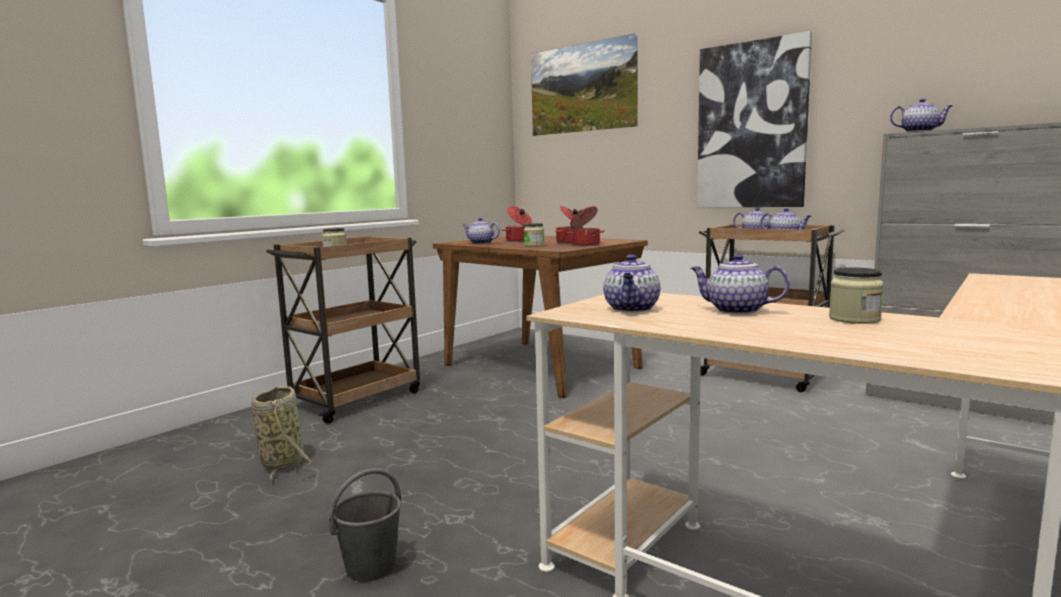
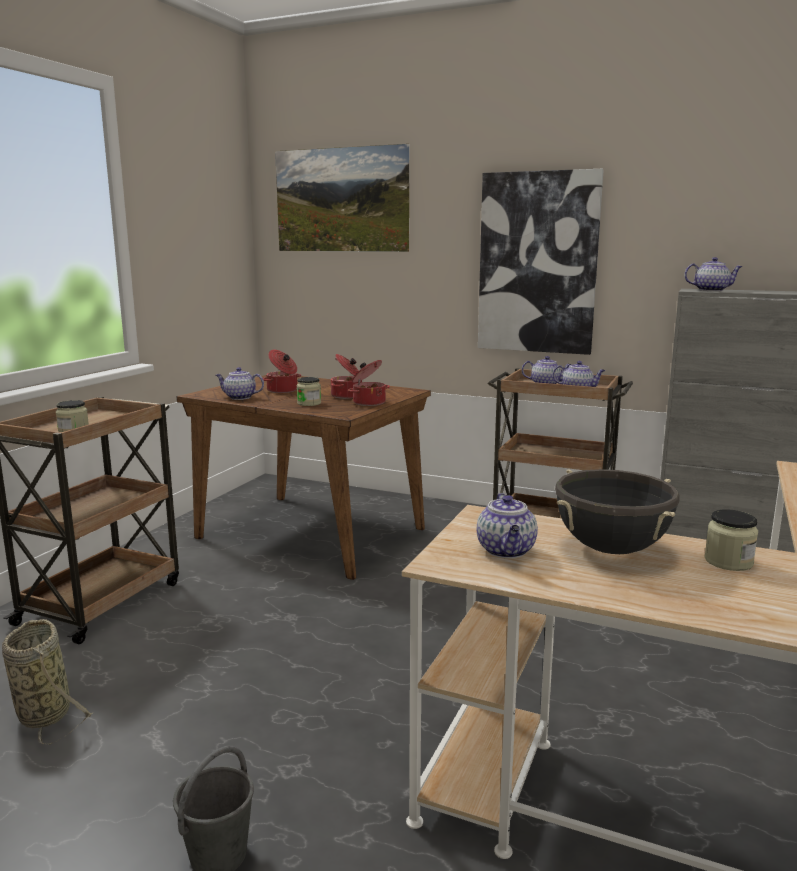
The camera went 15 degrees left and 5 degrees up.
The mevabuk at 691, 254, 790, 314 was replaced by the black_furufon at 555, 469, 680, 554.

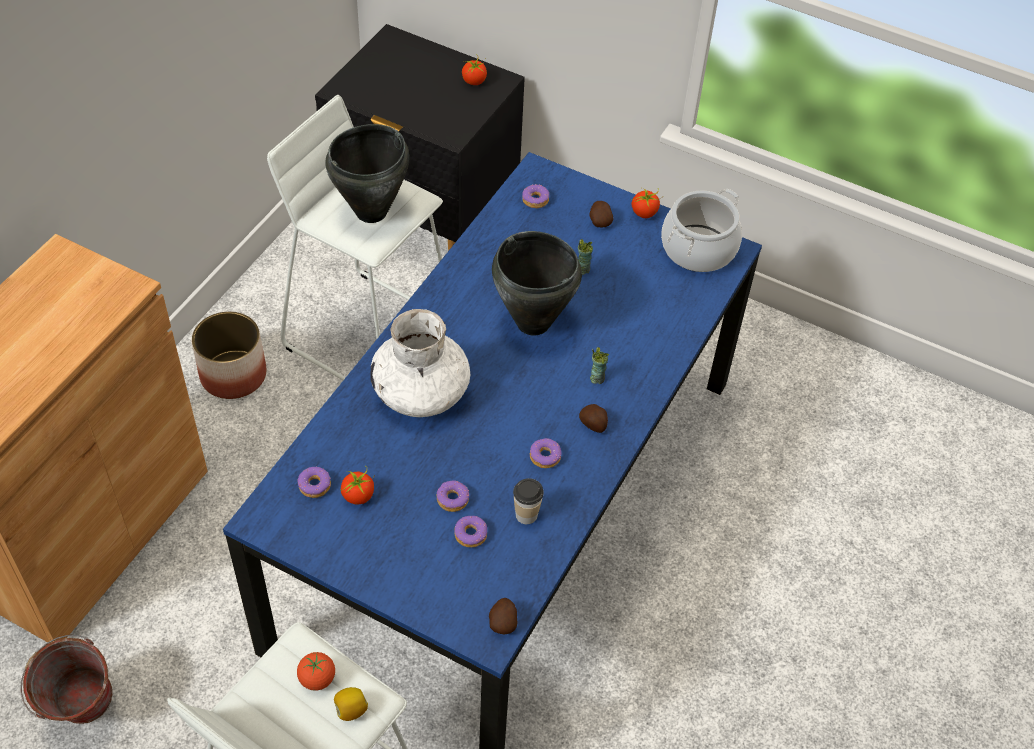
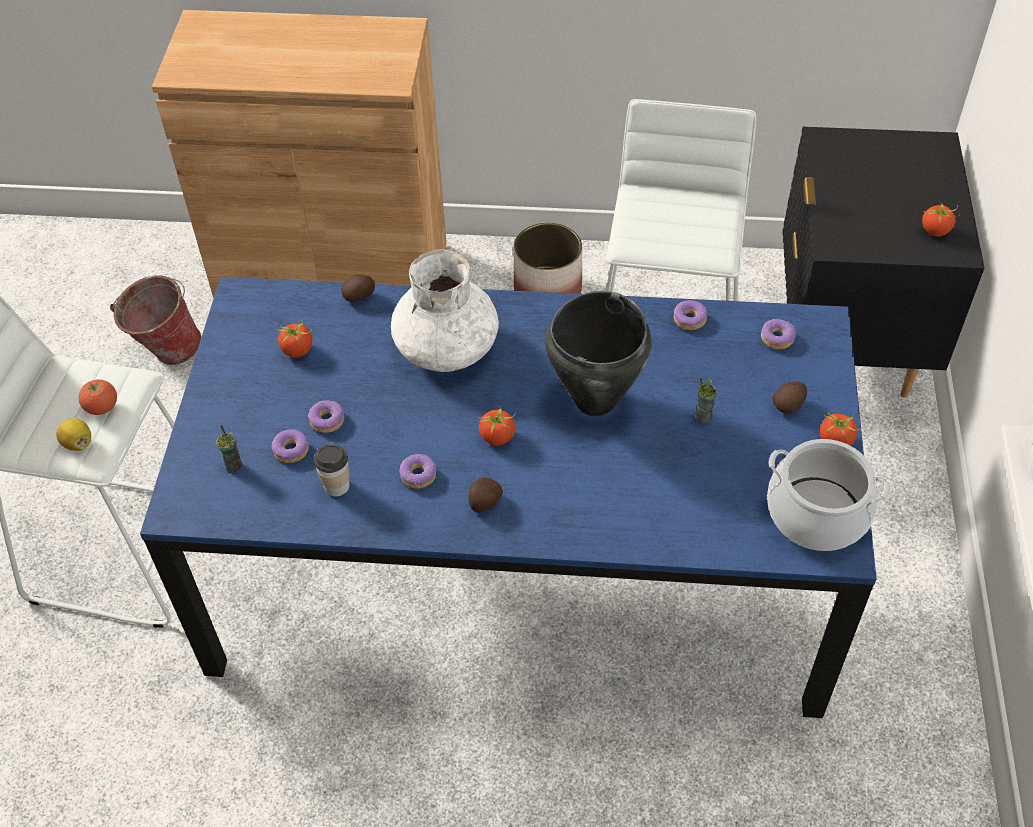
The camera went 70 degrees right and 0 degrees up.
The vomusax moved from 298, 467, 331, 498 to 674, 300, 707, 330.
The black_furufon at 325, 124, 410, 223 disappeared.
The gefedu moved from 489, 598, 517, 634 to 341, 274, 375, 302.
The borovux moved from 590, 347, 609, 384 to 215, 425, 242, 473.
The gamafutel at 478, 407, 516, 446 appeared.

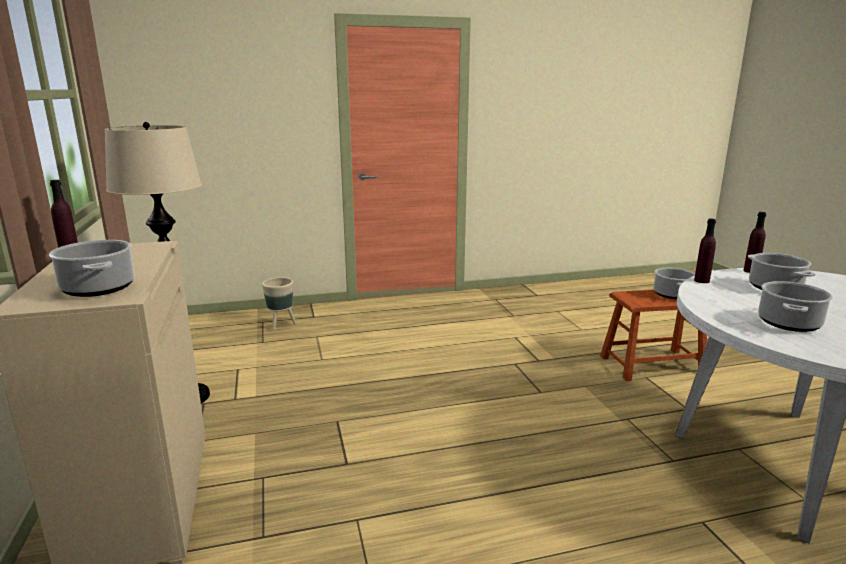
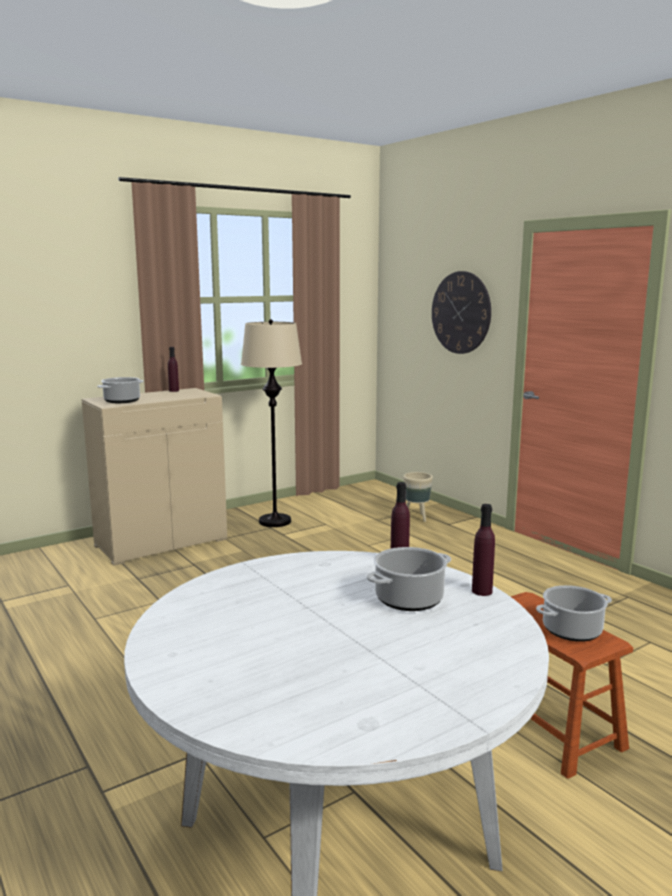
The camera went 70 degrees right and 5 degrees down.
The furufon at 758, 281, 833, 332 disappeared.
The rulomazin at 432, 271, 491, 354 appeared.

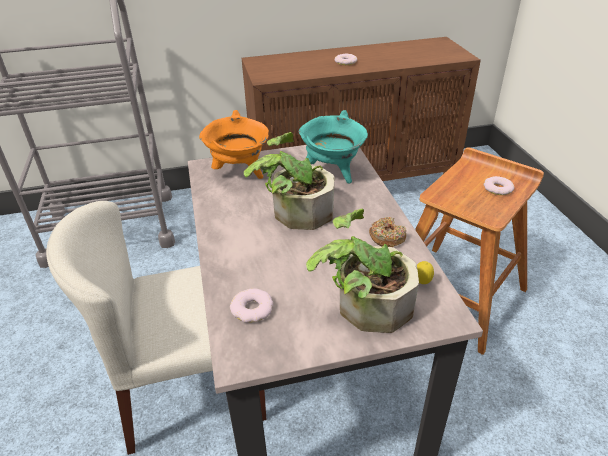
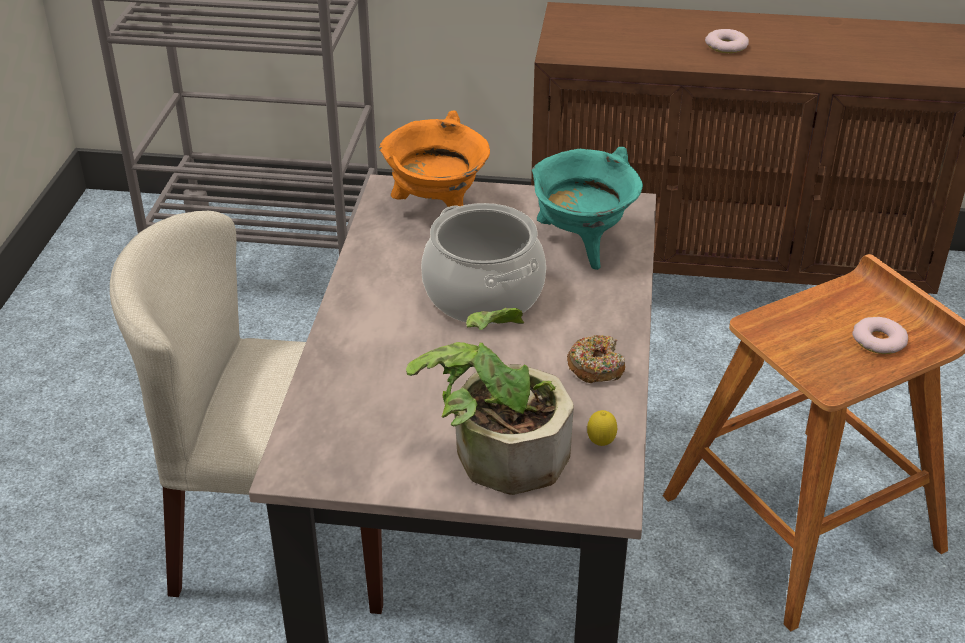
The camera went 20 degrees right and 0 degrees up.
The vomusax at 230, 288, 273, 323 disappeared.
The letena at 244, 132, 334, 230 was replaced by the furufon at 421, 203, 546, 324.

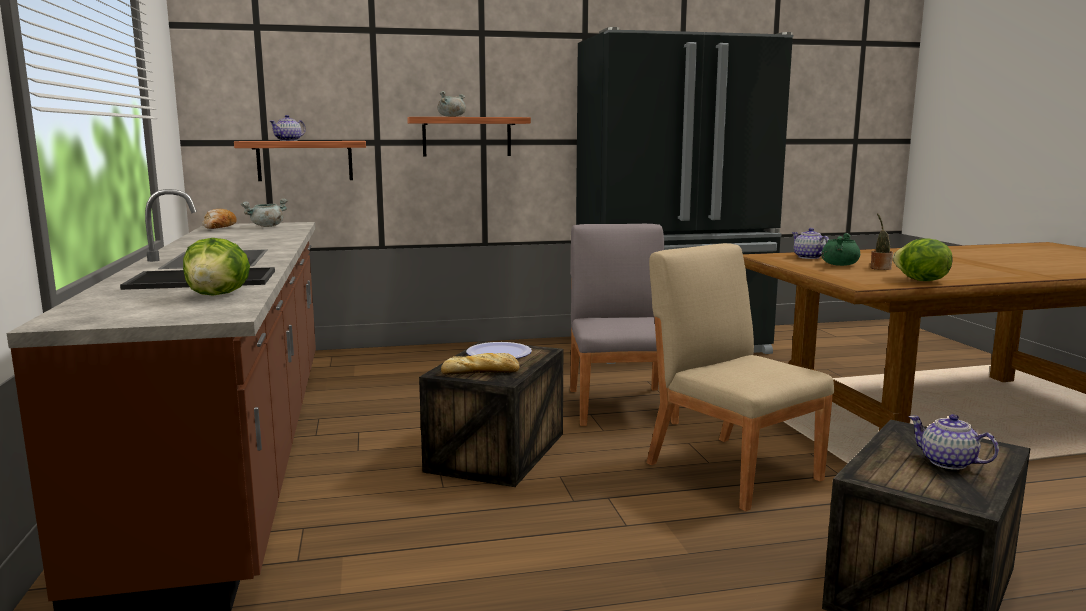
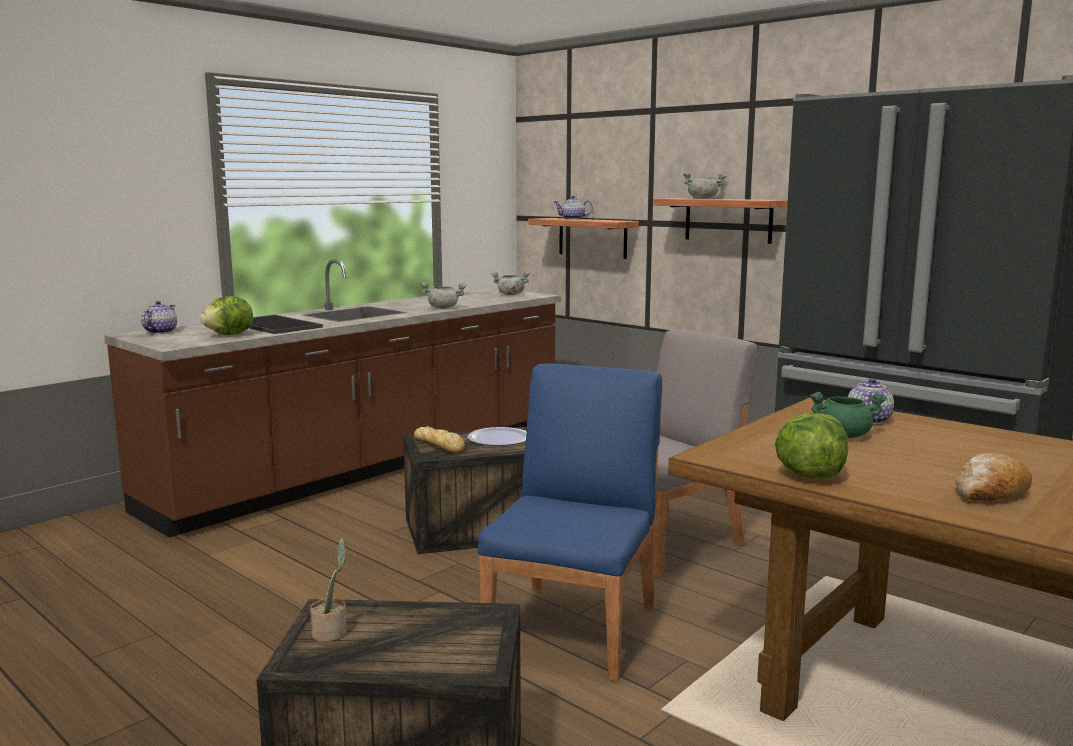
The camera went 55 degrees right and 0 degrees up.
The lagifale moved from 202, 209, 237, 229 to 955, 453, 1032, 501.
The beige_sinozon at 646, 243, 834, 511 became the blue_sinozon at 478, 363, 662, 681.
The letena moved from 871, 213, 893, 270 to 310, 537, 346, 642.
The mevabuk moved from 908, 414, 999, 470 to 141, 301, 177, 334.
The grey_furufon at 421, 282, 466, 309 appeared.

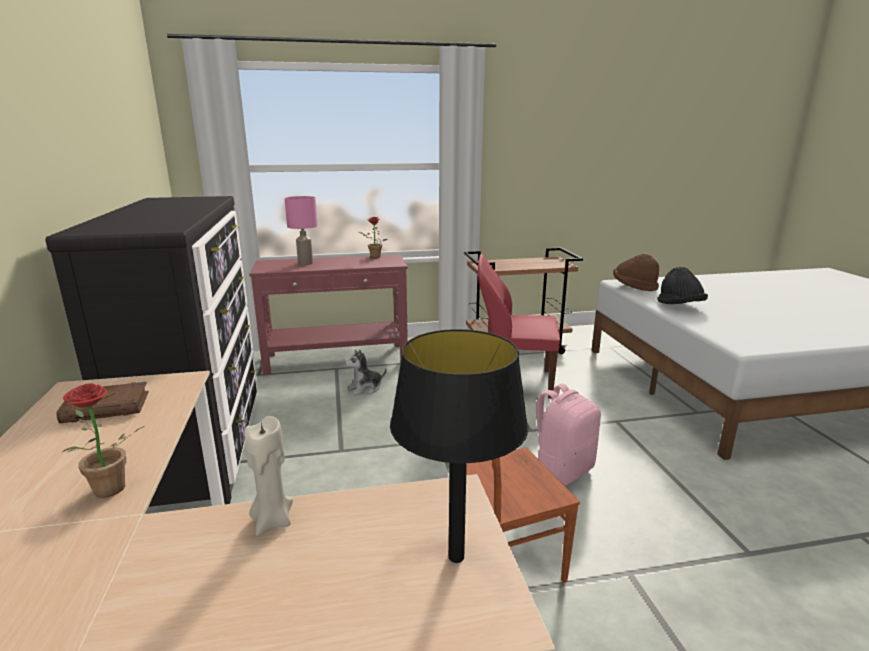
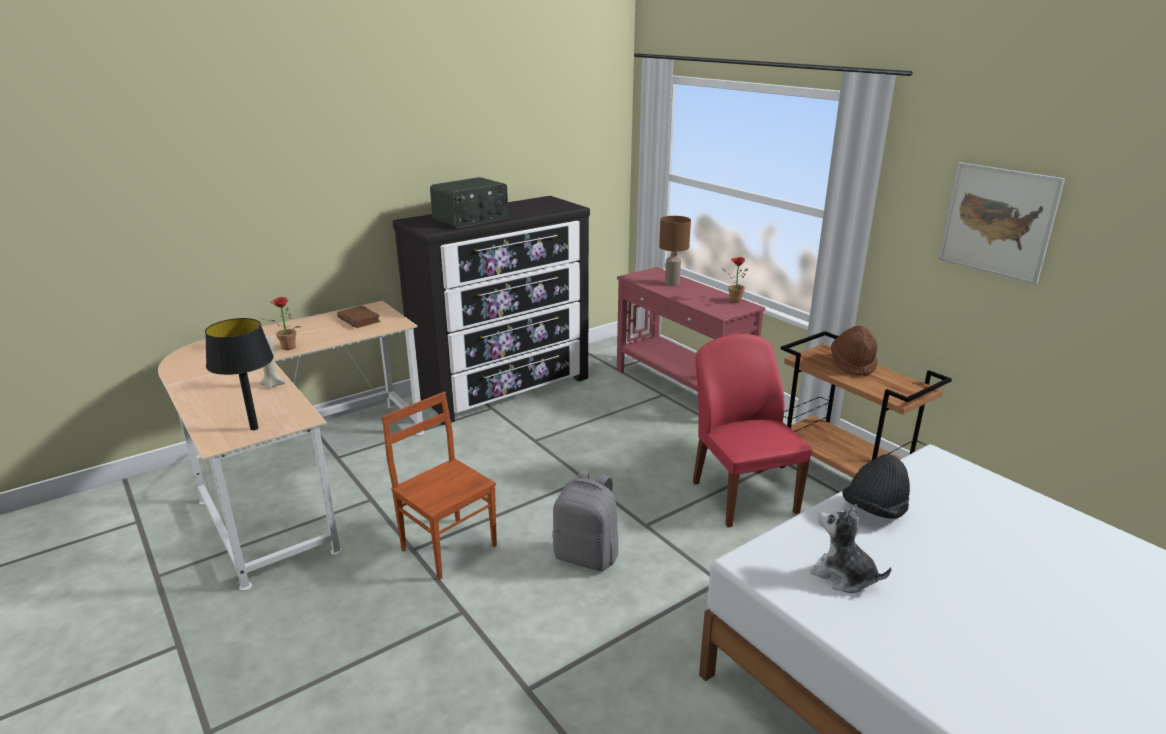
The camera went 65 degrees right and 5 degrees up.
The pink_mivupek at 285, 196, 318, 265 became the brown_mivupek at 659, 216, 691, 286.
The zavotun moved from 344, 349, 386, 395 to 810, 504, 891, 593.
The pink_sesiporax at 536, 384, 601, 486 became the grey_sesiporax at 552, 470, 619, 571.
The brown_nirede moved from 613, 254, 659, 292 to 831, 326, 878, 376.
The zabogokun at 430, 177, 508, 228 appeared.
The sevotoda at 938, 162, 1065, 285 appeared.

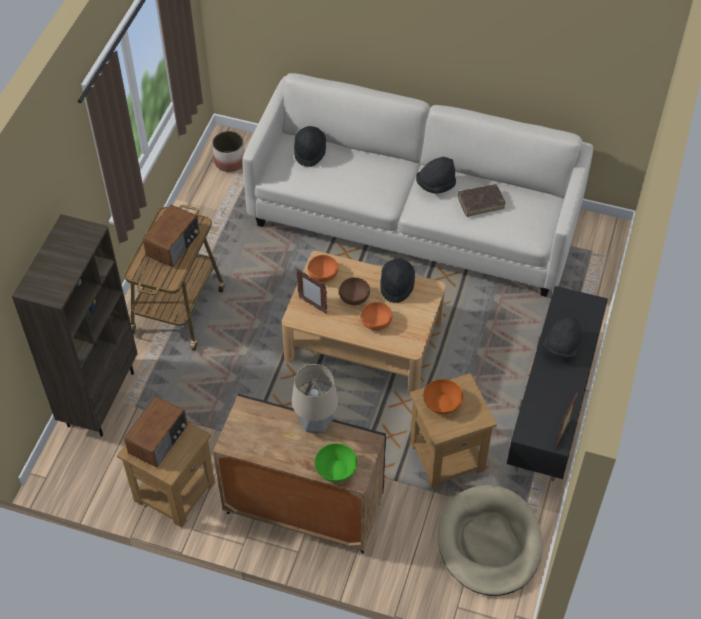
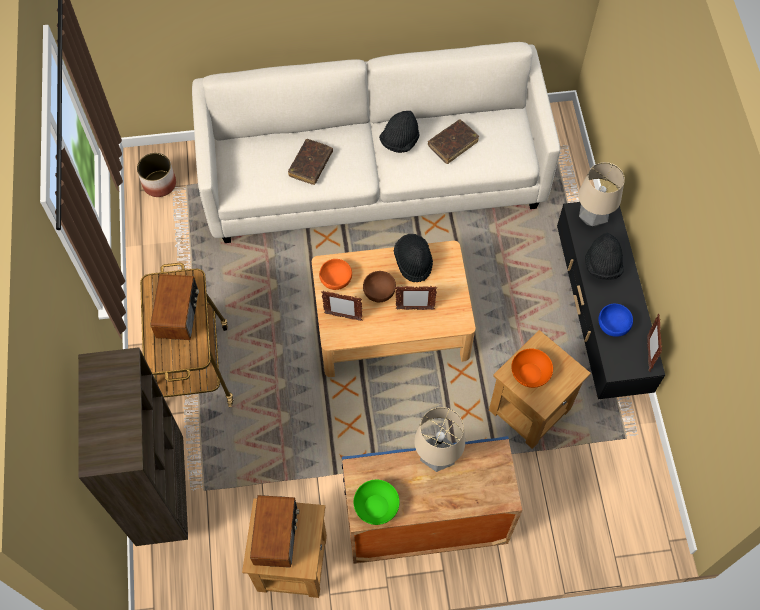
The camera went 25 degrees left and 10 degrees up.
The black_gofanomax at 213, 393, 386, 553 became the blue_gofanomax at 342, 436, 522, 564.
The black_nirede at 294, 126, 326, 167 disappeared.
The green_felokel moved from 315, 443, 357, 482 to 354, 480, 400, 525.
The orange_felokel at 361, 302, 392, 330 was replaced by the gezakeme at 395, 286, 437, 310.
The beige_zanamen at 437, 485, 543, 596 disappeared.
The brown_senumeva at 288, 139, 333, 185 appeared.
The mivupek at 578, 162, 625, 226 appeared.
The blue_felokel at 598, 304, 633, 337 appeared.

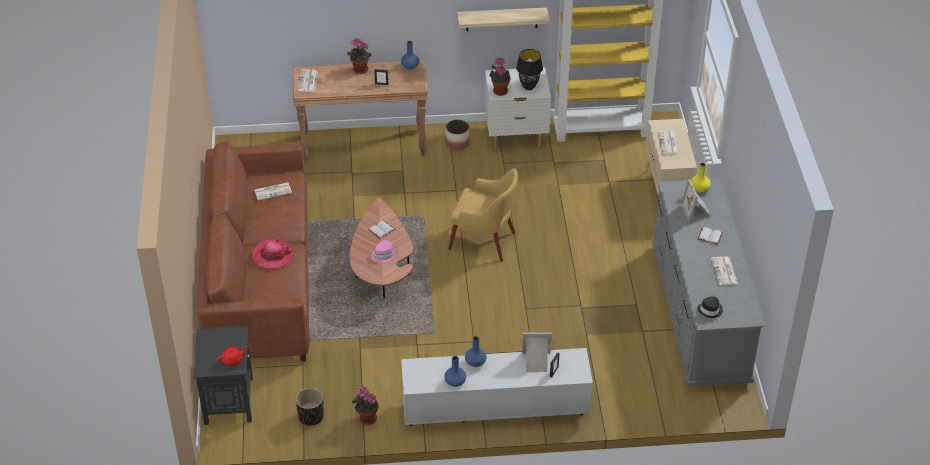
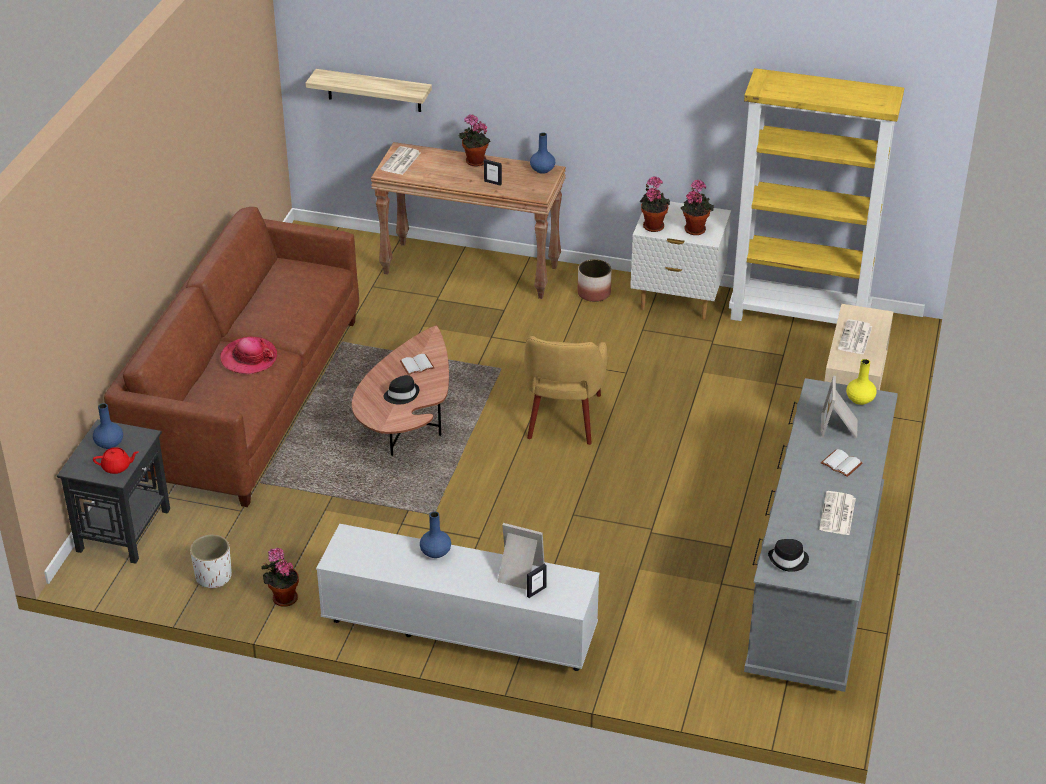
The camera went 20 degrees right and 5 degrees down.
The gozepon at 254, 182, 292, 200 disappeared.
The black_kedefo at 295, 388, 324, 426 became the white_kedefo at 190, 534, 232, 588.
The pink_nirede at 371, 240, 396, 263 became the black_nirede at 383, 375, 419, 404.
The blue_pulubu moved from 444, 356, 466, 387 to 93, 403, 123, 449.
The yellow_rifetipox at 448, 168, 518, 262 turned 60 degrees clockwise.
The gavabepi moved from 457, 8, 550, 31 to 306, 69, 432, 112.
The black_mivupek at 516, 49, 543, 90 was replaced by the letena at 681, 179, 714, 235.

